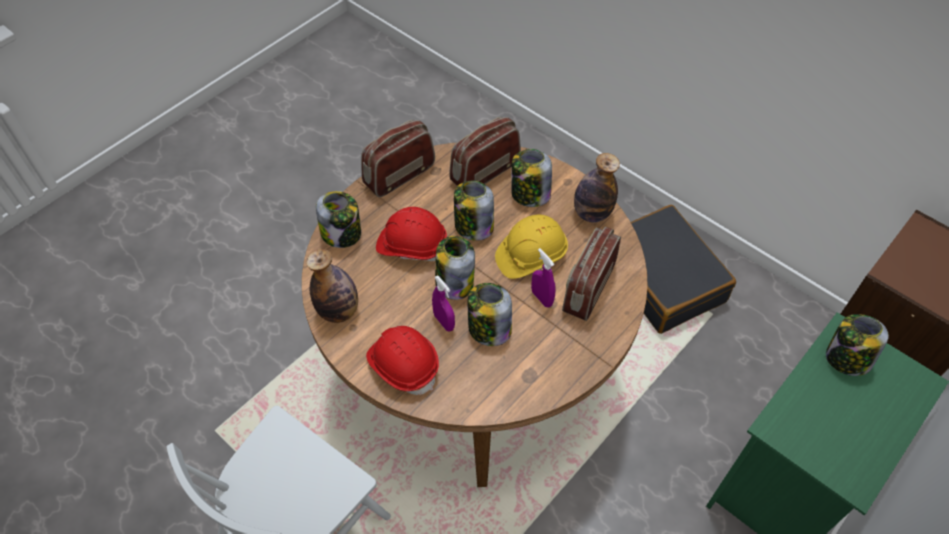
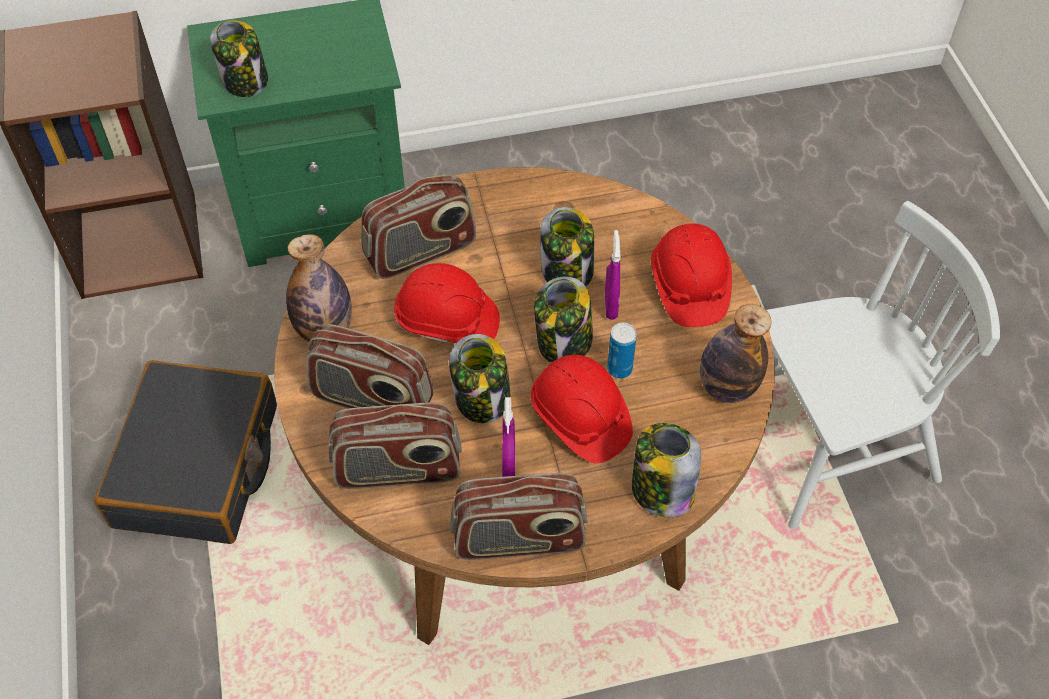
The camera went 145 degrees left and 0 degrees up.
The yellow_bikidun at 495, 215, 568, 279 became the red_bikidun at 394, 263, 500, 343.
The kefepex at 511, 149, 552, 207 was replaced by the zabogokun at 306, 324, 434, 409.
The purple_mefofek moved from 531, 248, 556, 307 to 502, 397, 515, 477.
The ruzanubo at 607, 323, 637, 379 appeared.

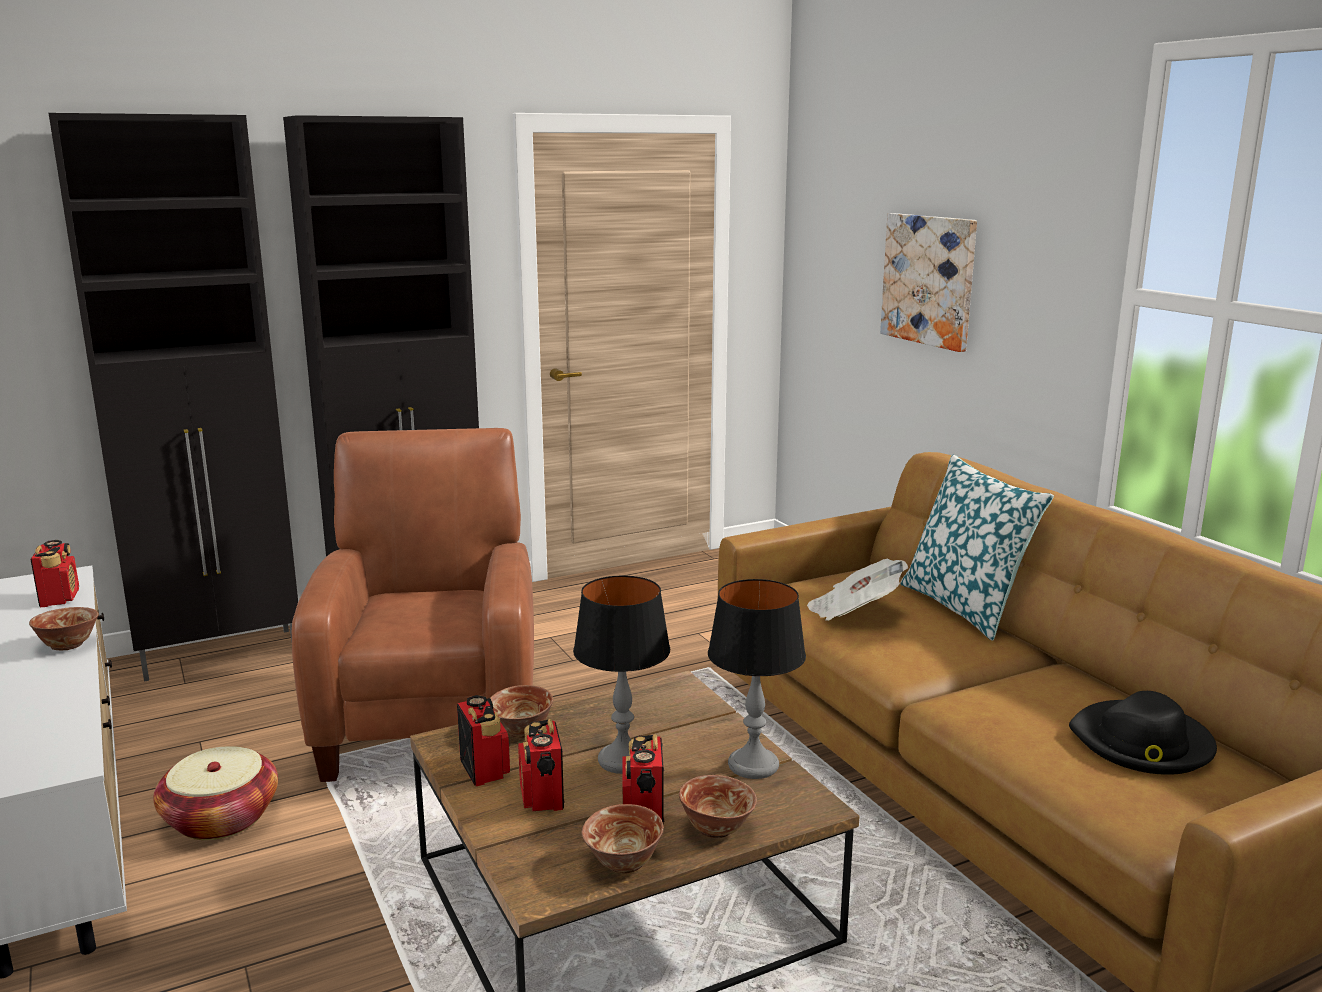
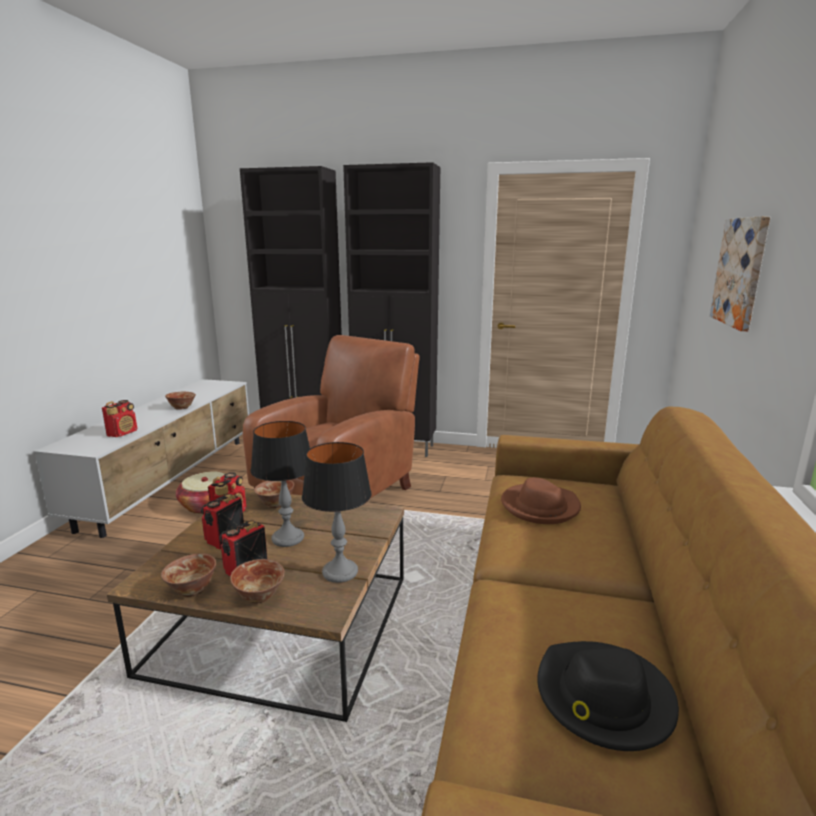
The camera went 40 degrees right and 0 degrees up.
The zabogokun moved from 31, 540, 79, 607 to 102, 400, 137, 437.
The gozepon at 807, 559, 908, 621 was replaced by the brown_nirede at 501, 477, 581, 524.
The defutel at 900, 455, 1054, 641 disappeared.

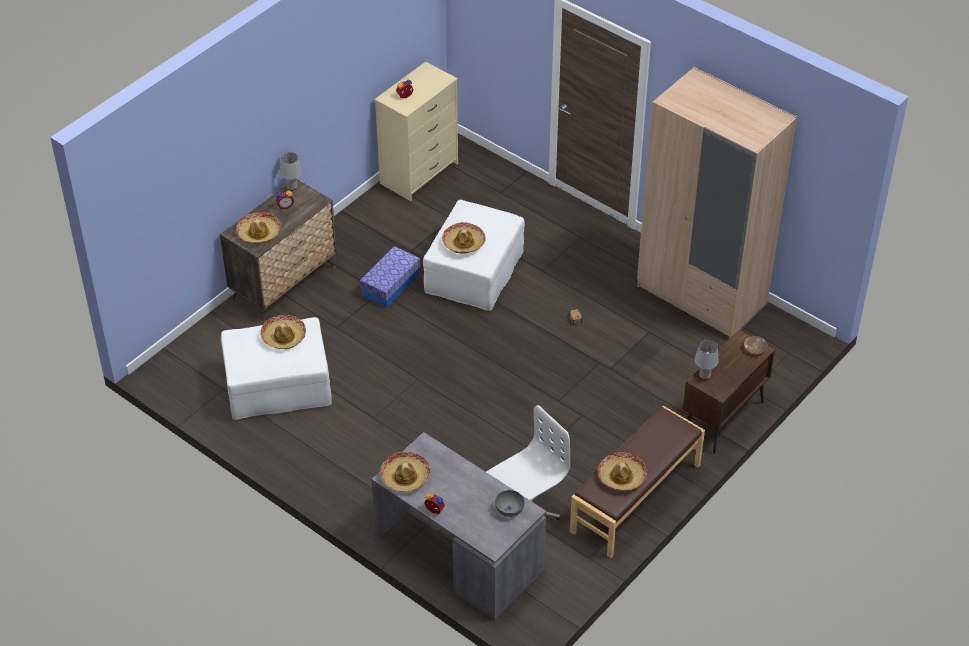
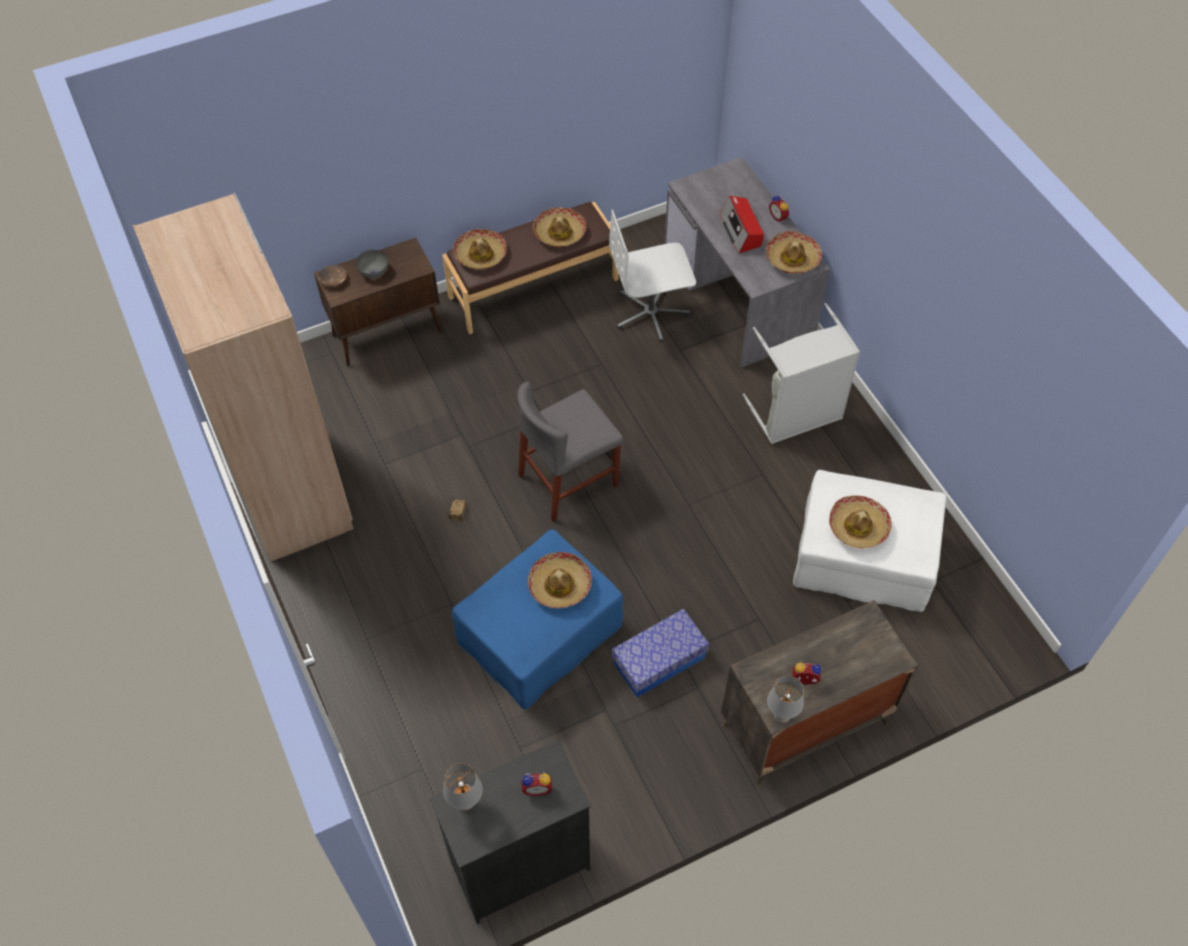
The camera went 155 degrees left and 10 degrees up.
The nirede moved from 236, 212, 281, 244 to 453, 229, 507, 270.
The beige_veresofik at 375, 62, 458, 201 became the black_veresofik at 430, 740, 590, 924.
The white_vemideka at 423, 200, 525, 311 became the blue_vemideka at 452, 529, 623, 709.
The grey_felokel moved from 495, 490, 524, 517 to 356, 250, 388, 278.
The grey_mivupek moved from 694, 340, 719, 379 to 443, 763, 483, 811.
The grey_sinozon at 517, 382, 624, 522 appeared.
The zabogokun at 720, 196, 764, 254 appeared.
The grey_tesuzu at 743, 303, 860, 444 appeared.

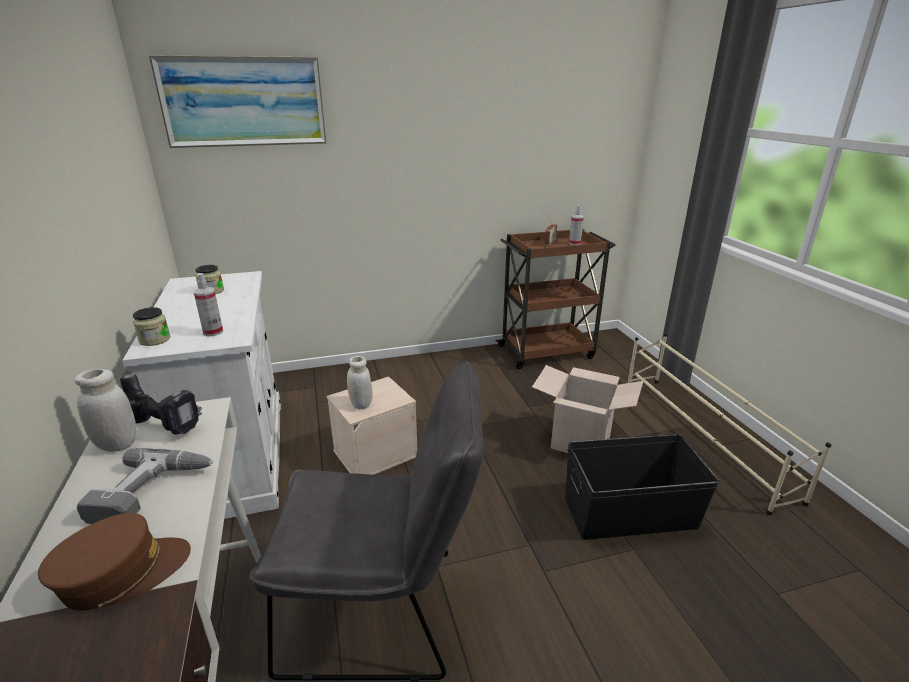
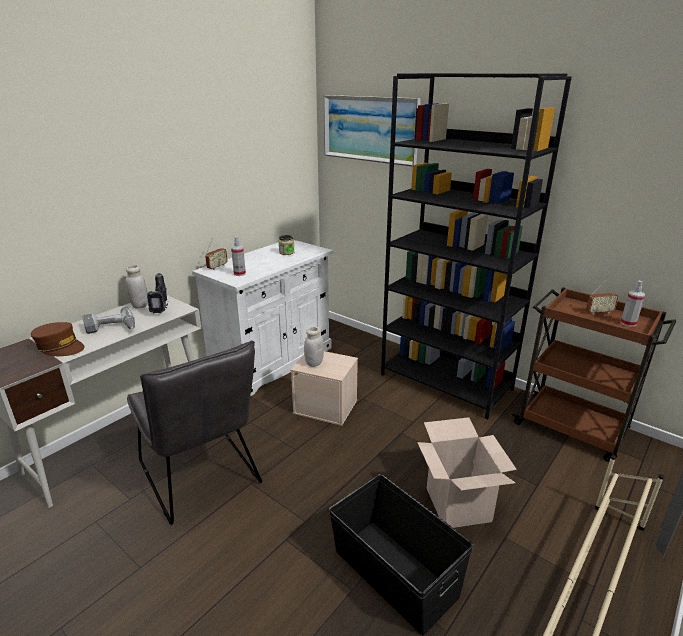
The camera went 55 degrees right and 0 degrees up.
The kefepex at 133, 307, 170, 346 was replaced by the zabogokun at 205, 238, 228, 270.
The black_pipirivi at 381, 73, 572, 420 appeared.

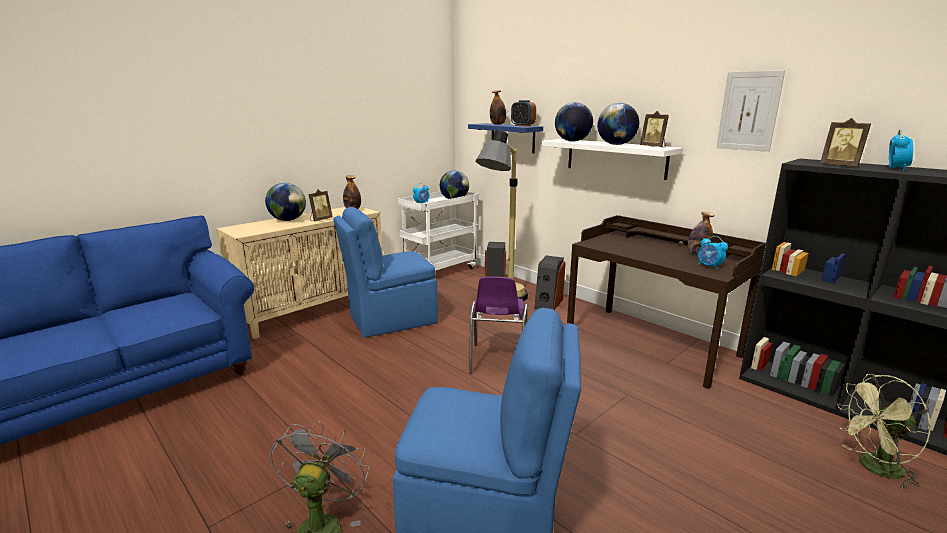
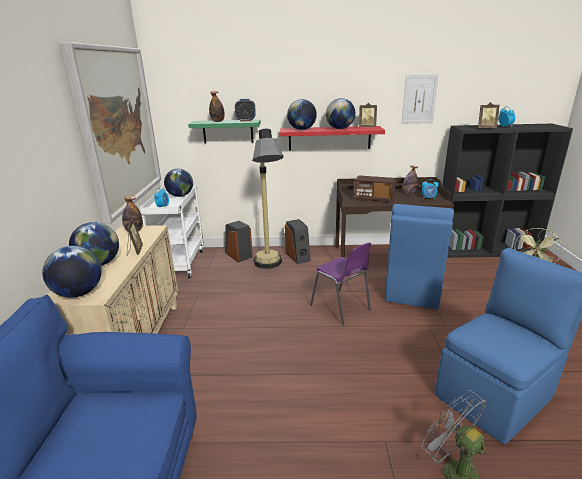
The camera went 45 degrees left and 5 degrees up.
The blue_sinozon moved from 333, 207, 438, 338 to 385, 204, 454, 309.
The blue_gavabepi at 468, 123, 543, 153 became the green_gavabepi at 188, 120, 261, 144.
The white_gavabepi at 541, 139, 683, 180 became the red_gavabepi at 279, 126, 385, 150.
The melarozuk at 42, 246, 102, 298 appeared.
The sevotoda at 59, 42, 161, 224 appeared.
The zabogokun at 353, 176, 396, 203 appeared.

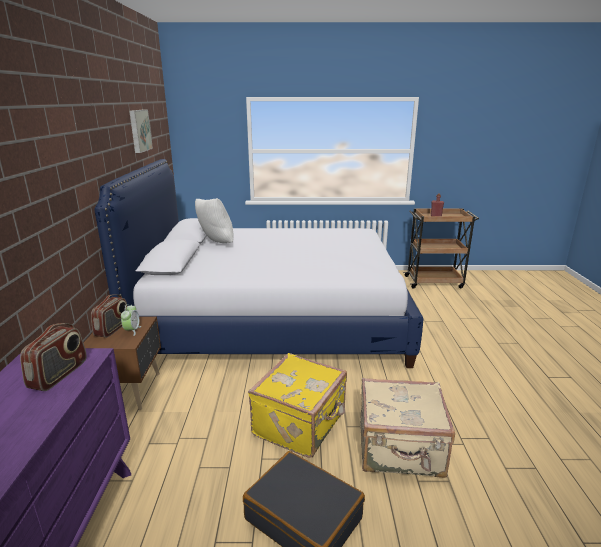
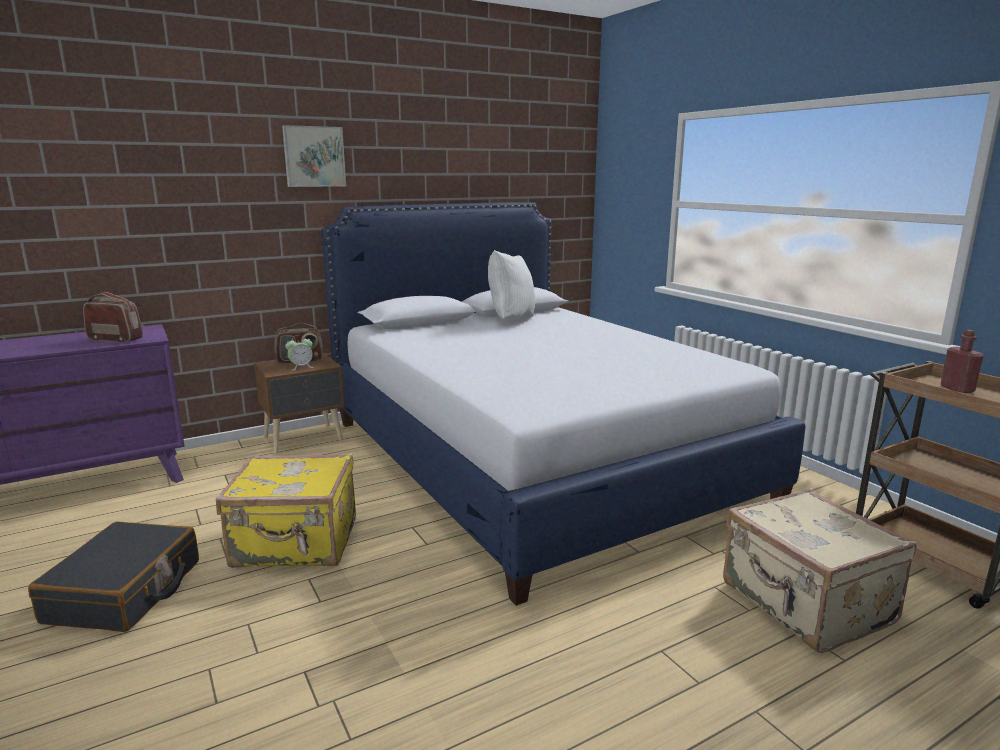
The camera went 60 degrees right and 5 degrees down.
The zabogokun at 20, 323, 87, 391 turned 150 degrees counterclockwise.
The sevotoda moved from 129, 110, 153, 153 to 282, 125, 346, 187.
The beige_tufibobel moved from 360, 378, 455, 478 to 723, 489, 917, 653.

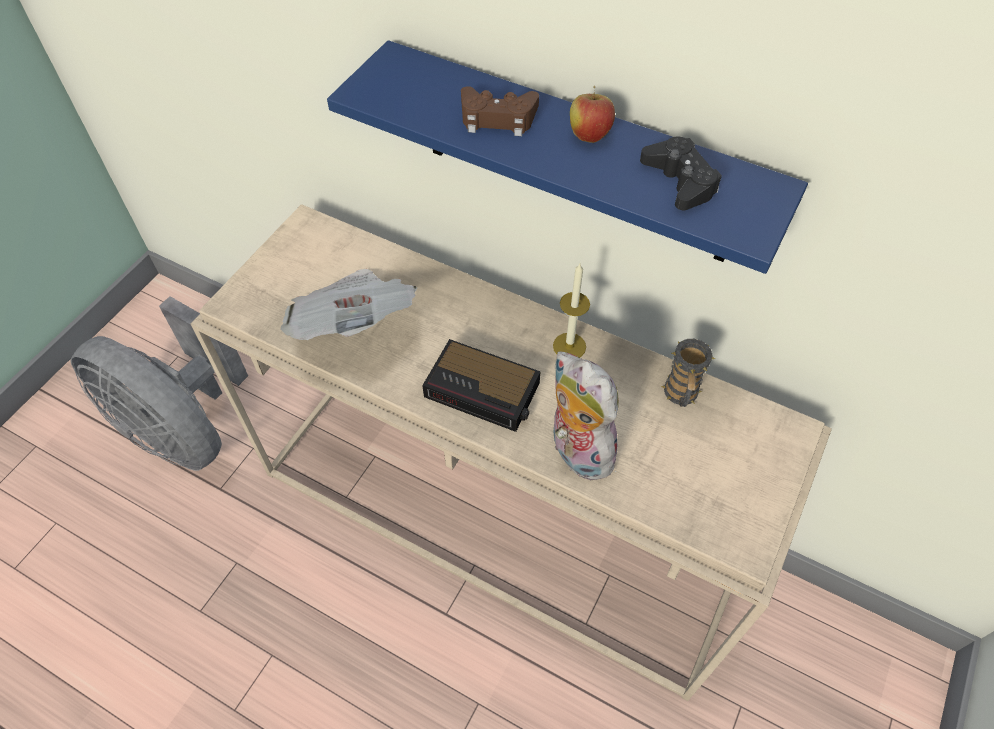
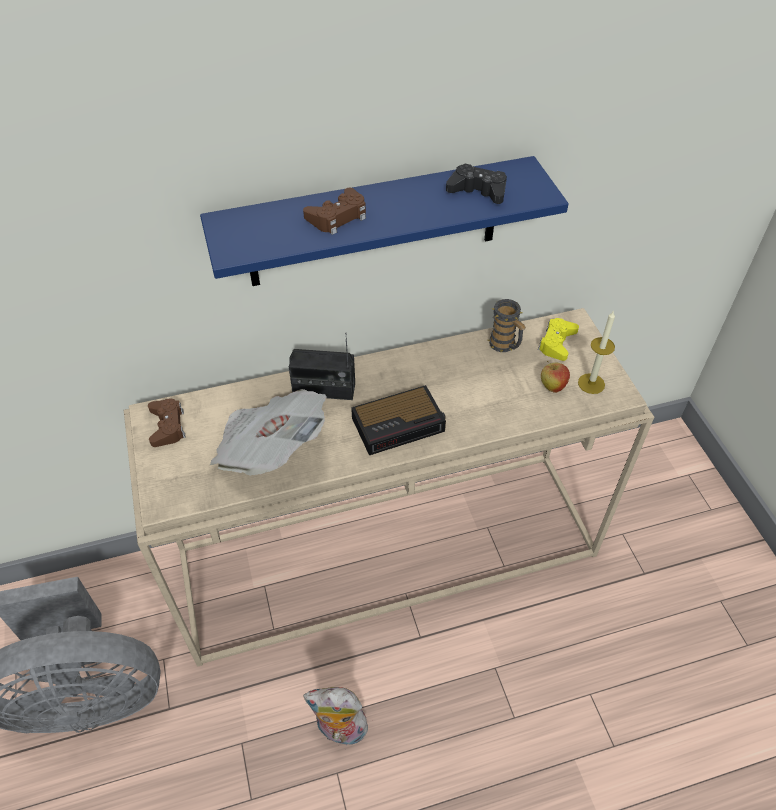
The camera went 45 degrees left and 5 degrees down.
The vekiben moved from 553, 263, 590, 358 to 578, 310, 615, 394.
The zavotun moved from 554, 352, 619, 481 to 303, 687, 368, 749.
The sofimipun moved from 570, 86, 615, 143 to 541, 361, 570, 393.
The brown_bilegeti at 148, 398, 185, 447 appeared.
The zabogokun at 289, 333, 355, 400 appeared.
The yellow_bilegeti at 538, 318, 579, 361 appeared.

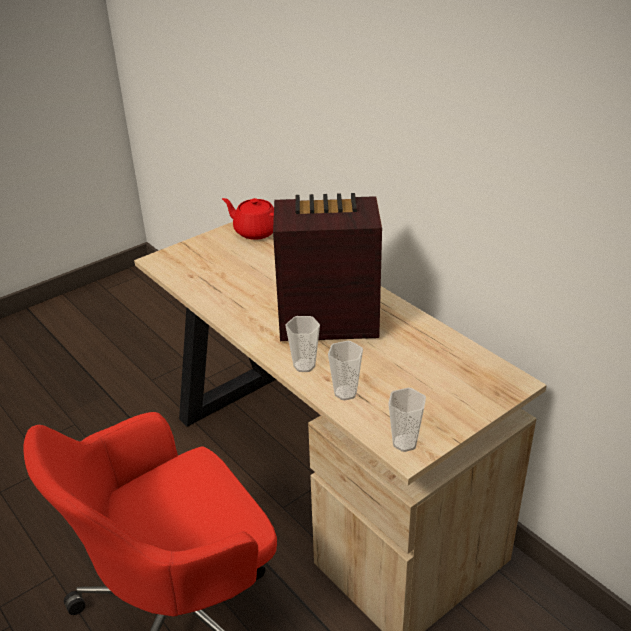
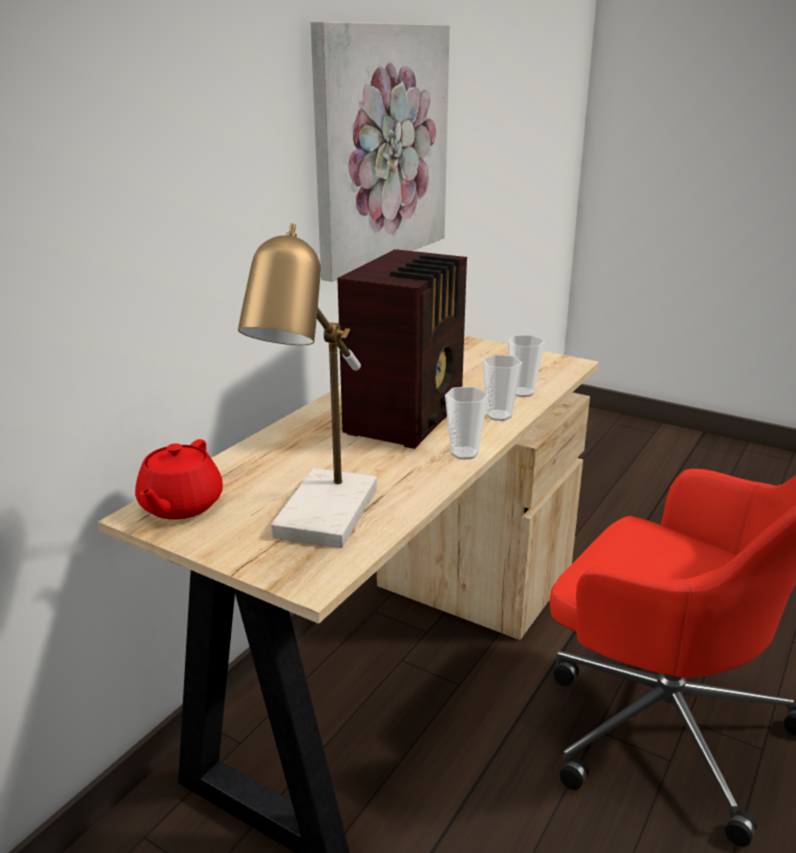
The camera went 110 degrees left and 10 degrees down.
The zabogokun at 273, 193, 382, 341 turned 135 degrees counterclockwise.
The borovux moved from 388, 388, 426, 452 to 445, 387, 489, 460.
The mivupek at 238, 223, 377, 548 appeared.
The sevotoda at 311, 22, 450, 282 appeared.

